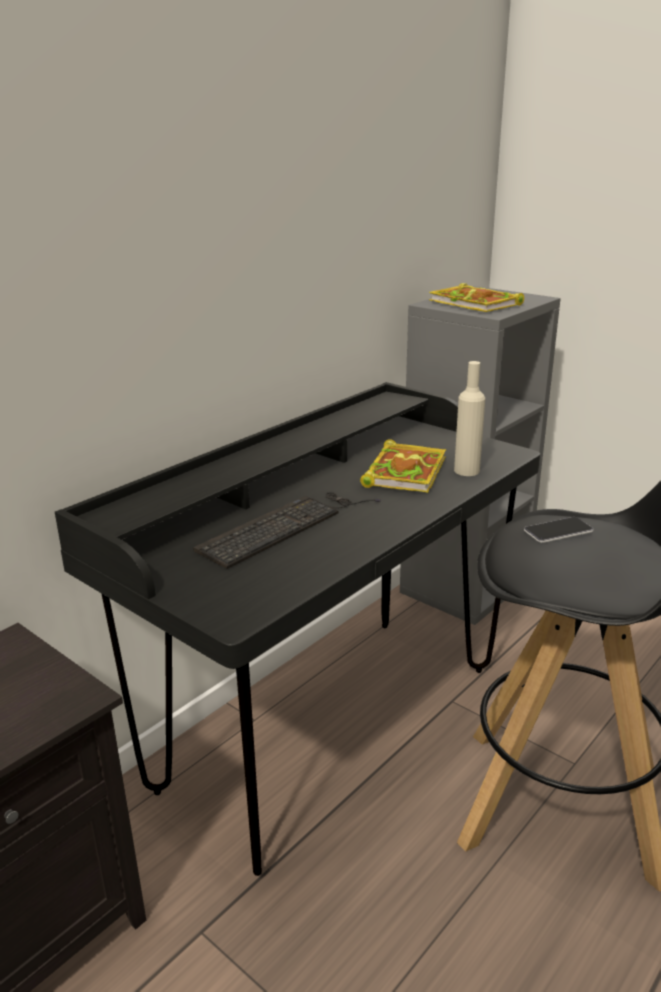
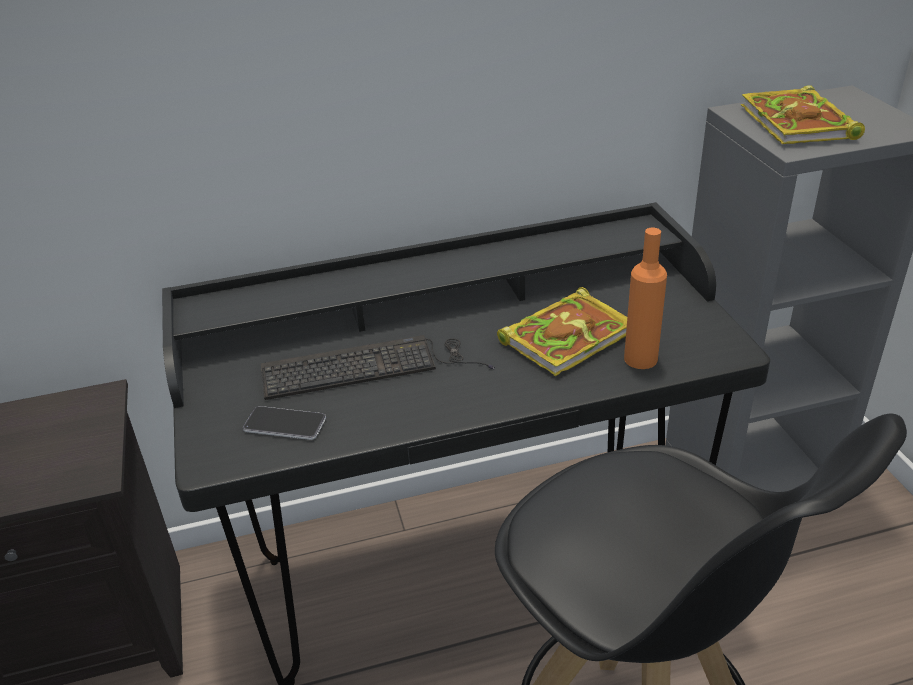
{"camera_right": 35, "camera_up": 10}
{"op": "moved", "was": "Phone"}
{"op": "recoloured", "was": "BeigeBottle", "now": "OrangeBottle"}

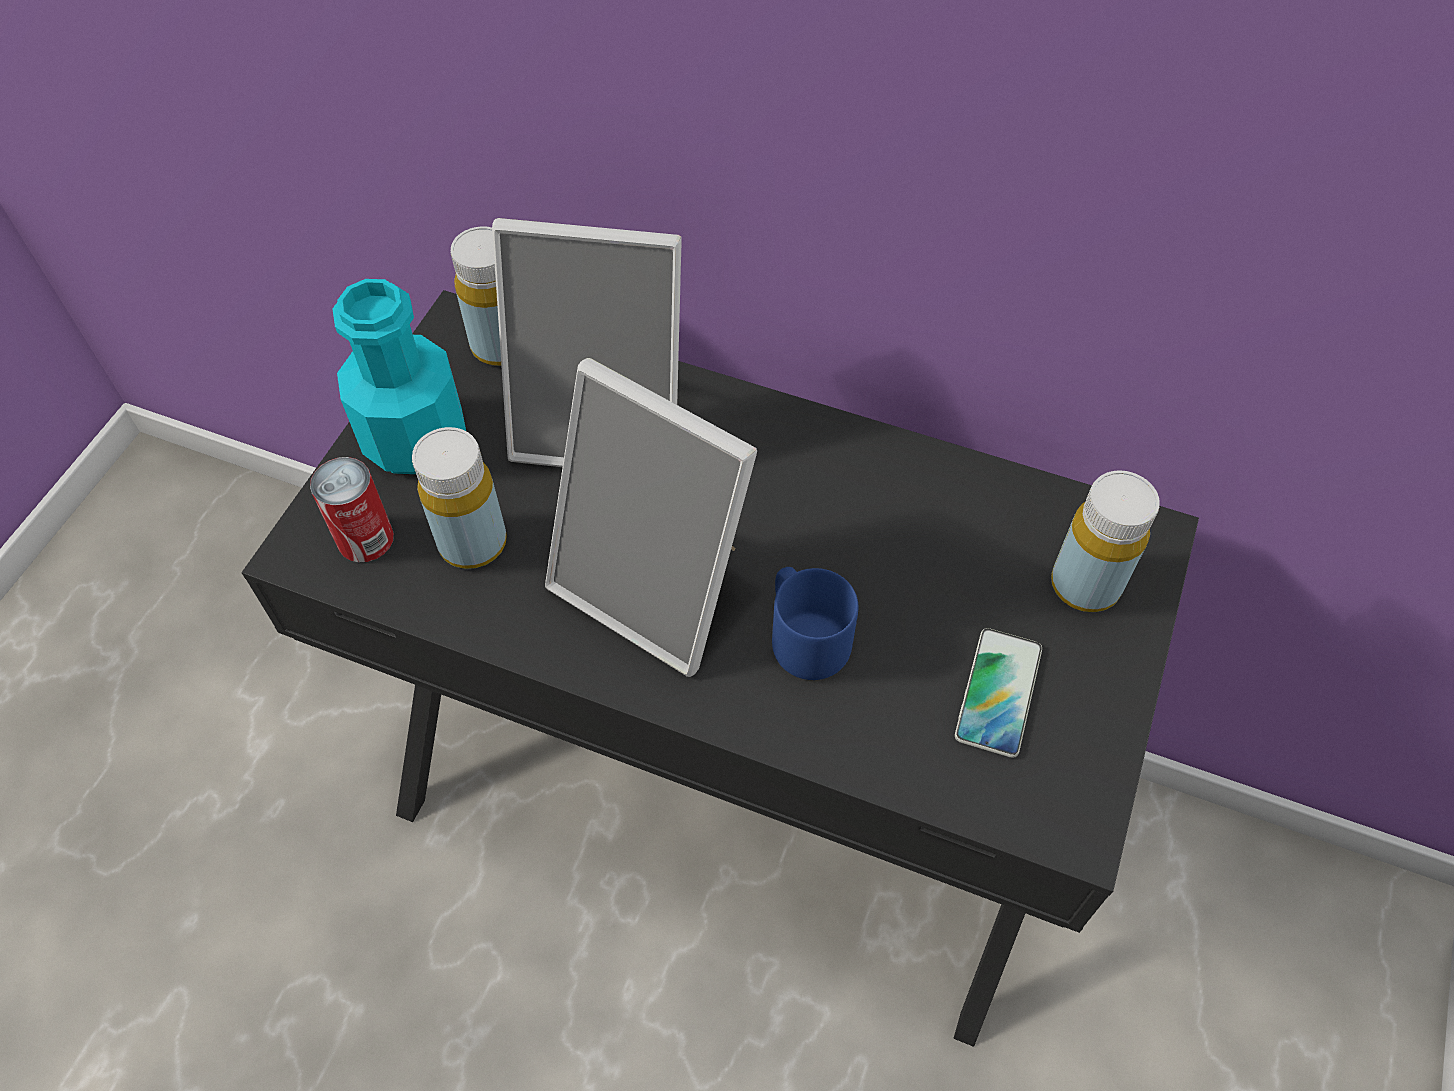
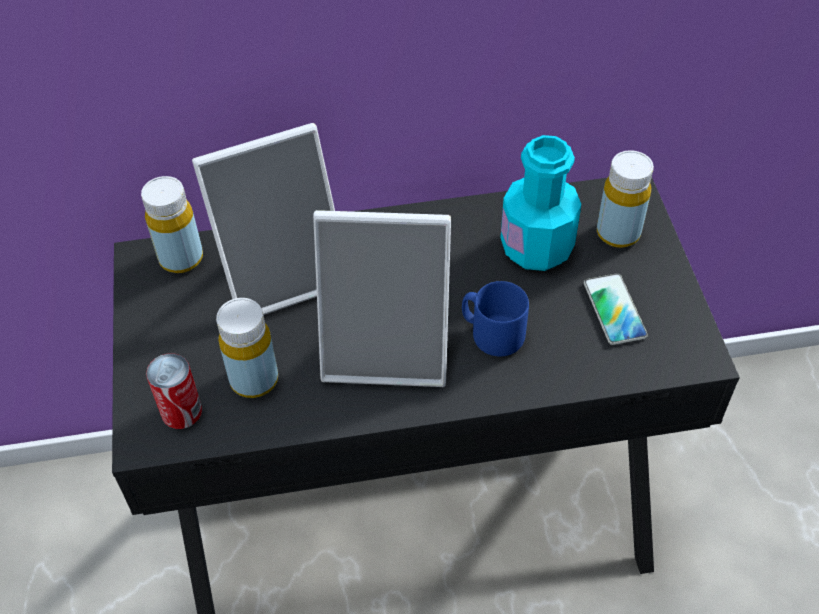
{"camera_right": -30, "camera_up": -5}
{"op": "moved", "was": "TurquoiseBottle"}

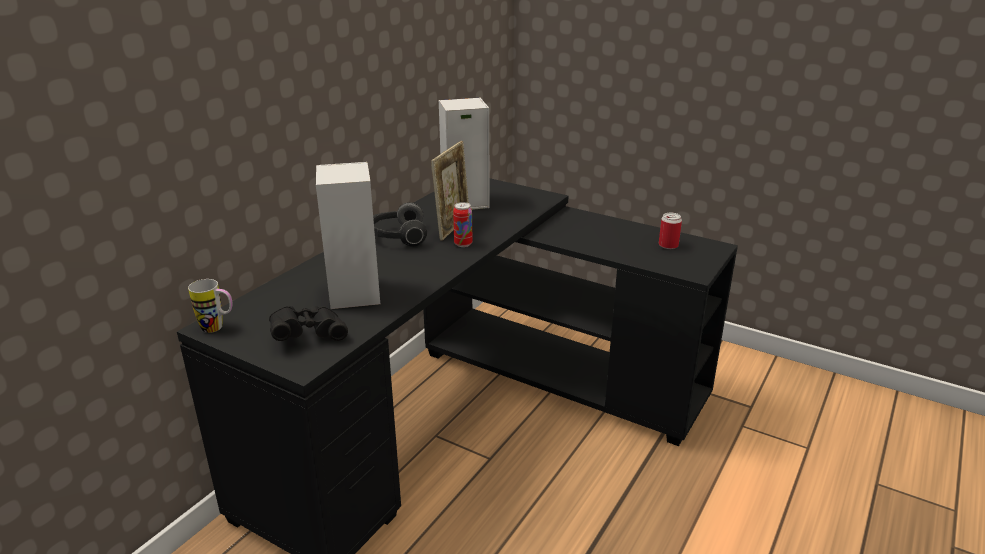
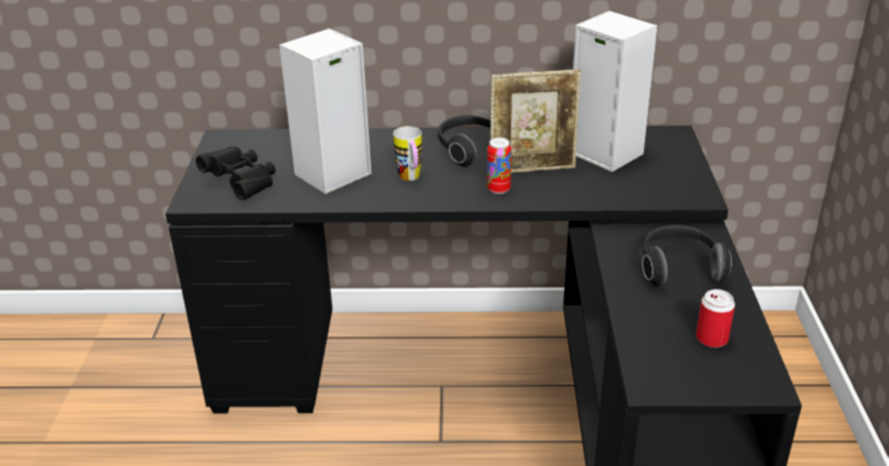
{"camera_right": 60, "camera_up": 5}
{"op": "added", "now": "Headphones (2nd from left)"}
{"op": "moved", "was": "Mug"}

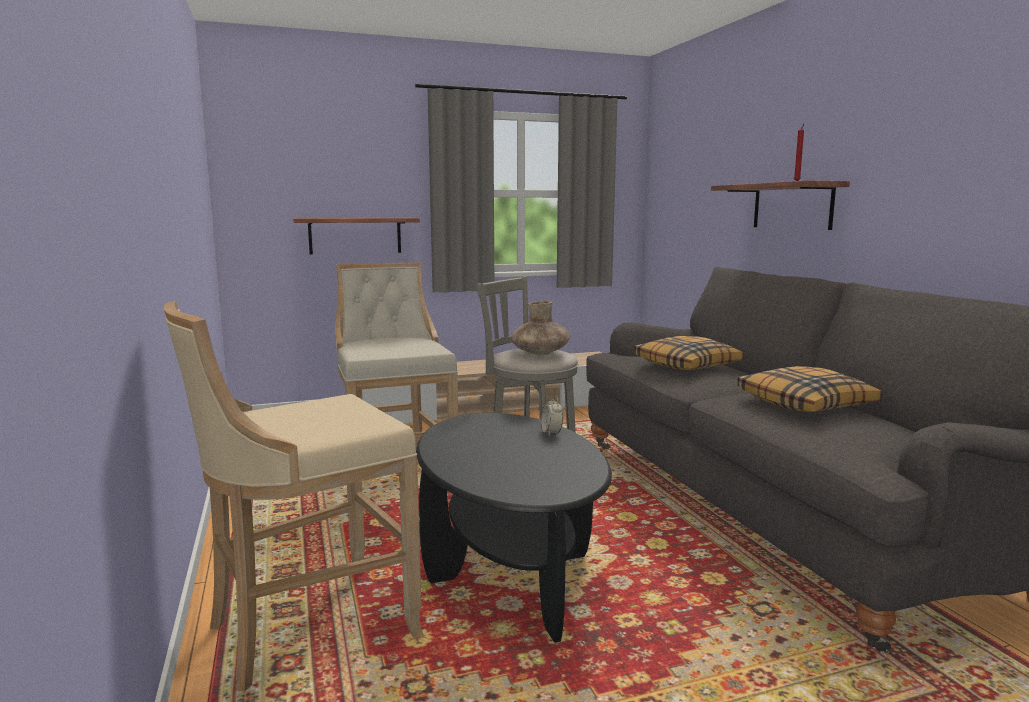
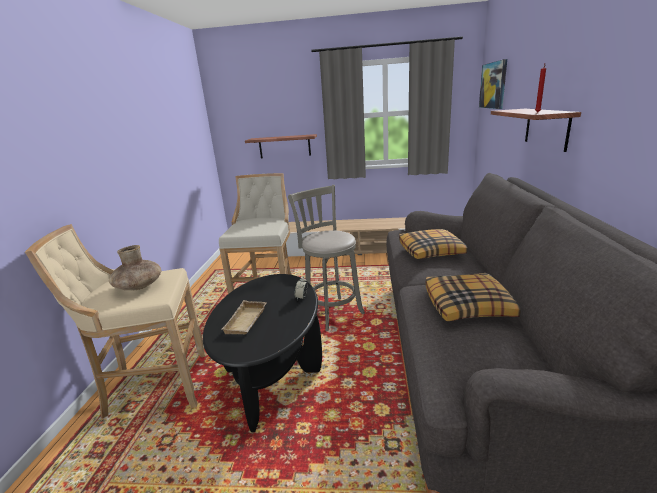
{"camera_right": 25, "camera_up": 10}
{"op": "added", "now": "BeigeTray"}
{"op": "added", "now": "Picture"}
{"op": "moved", "was": "BrownVase"}

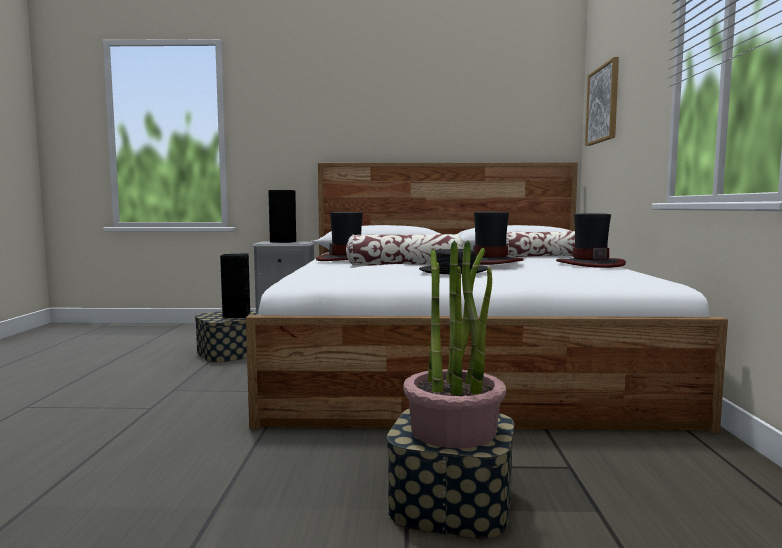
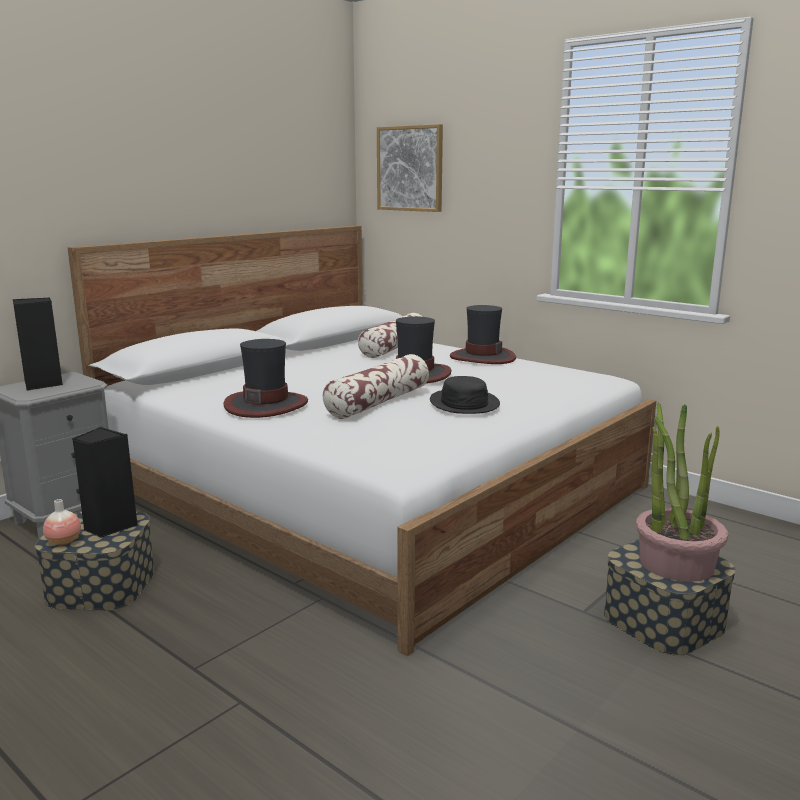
{"camera_right": -50, "camera_up": 10}
{"op": "added", "now": "Vase"}

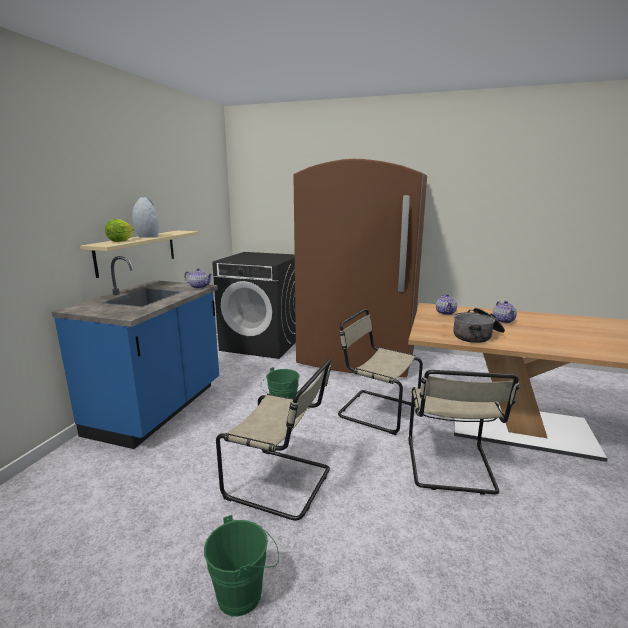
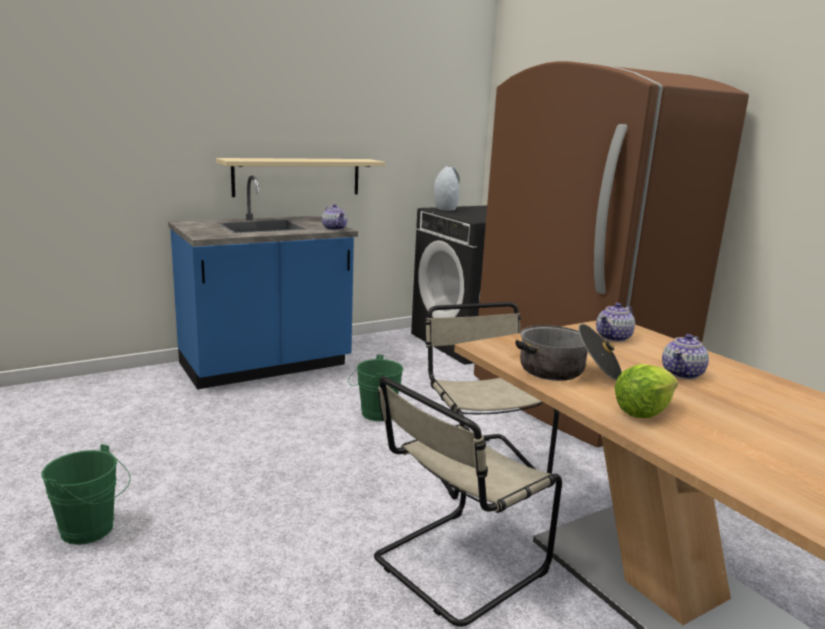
{"camera_right": 40, "camera_up": 0}
{"op": "removed", "was": "BeigeChair (1st from left)"}
{"op": "moved", "was": "Lettuce"}
{"op": "moved", "was": "GreyVase"}

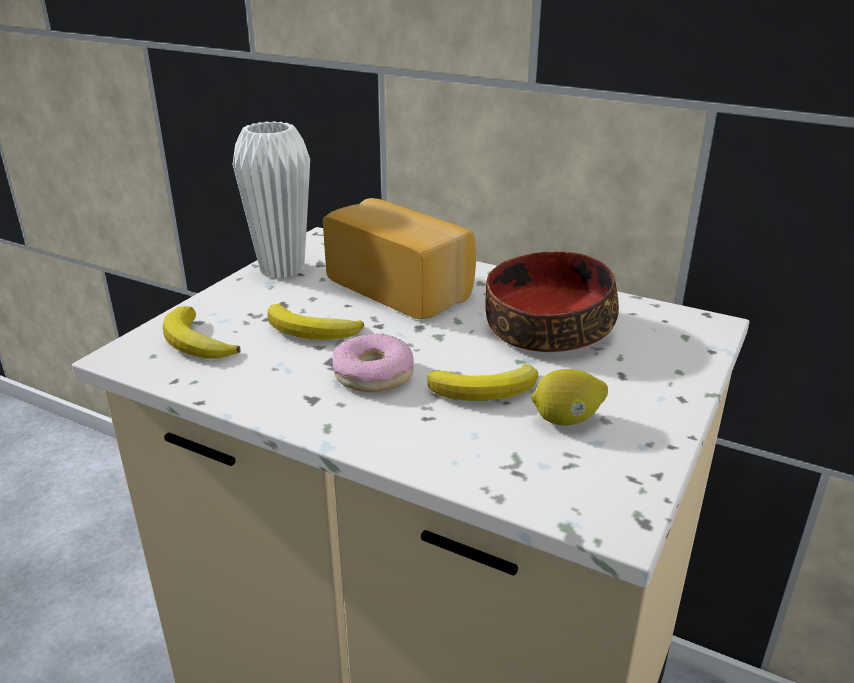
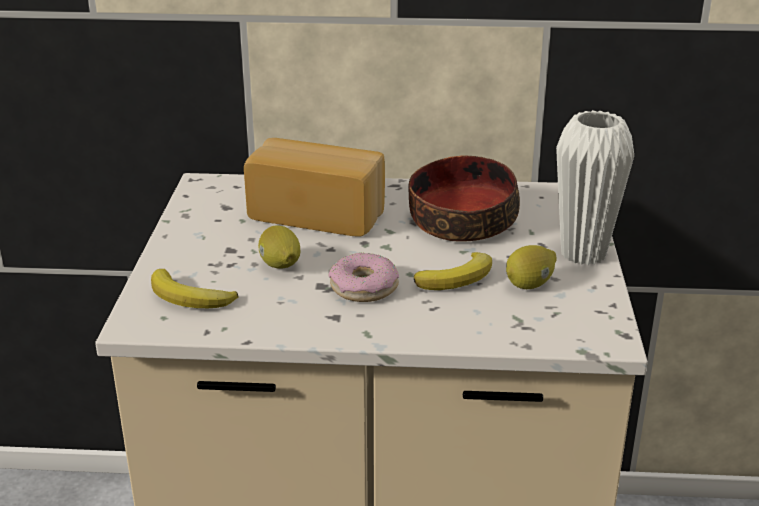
{"camera_right": -25, "camera_up": 0}
{"op": "moved", "was": "WhiteVase"}
{"op": "replaced", "was": "Banana (2nd from left)", "now": "Lemon (1st from left)"}

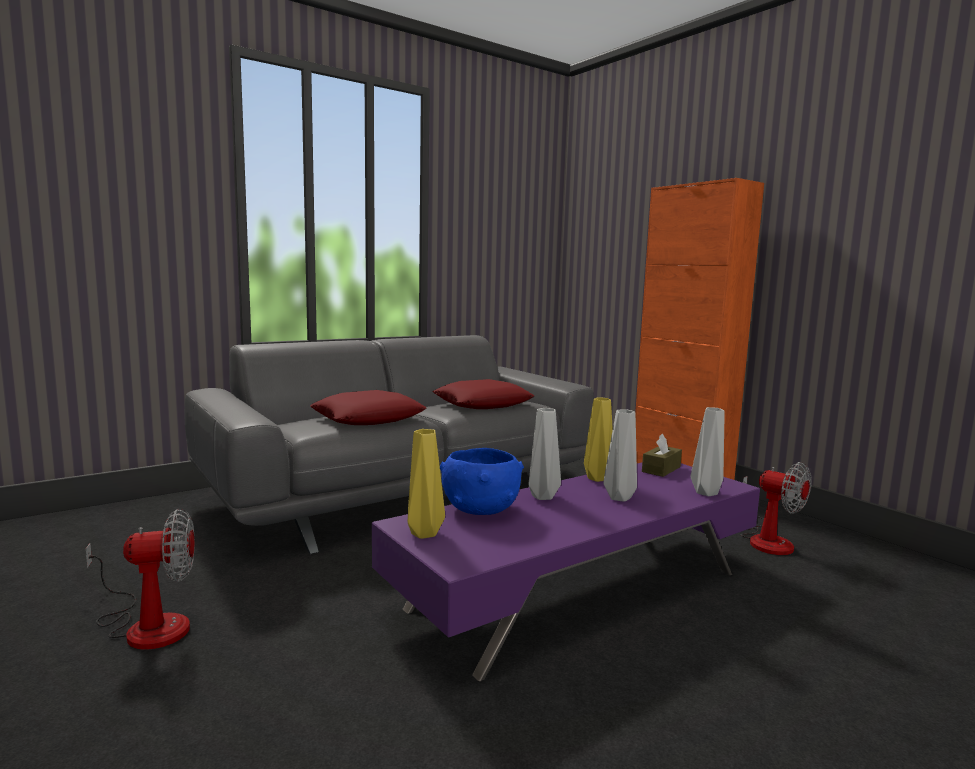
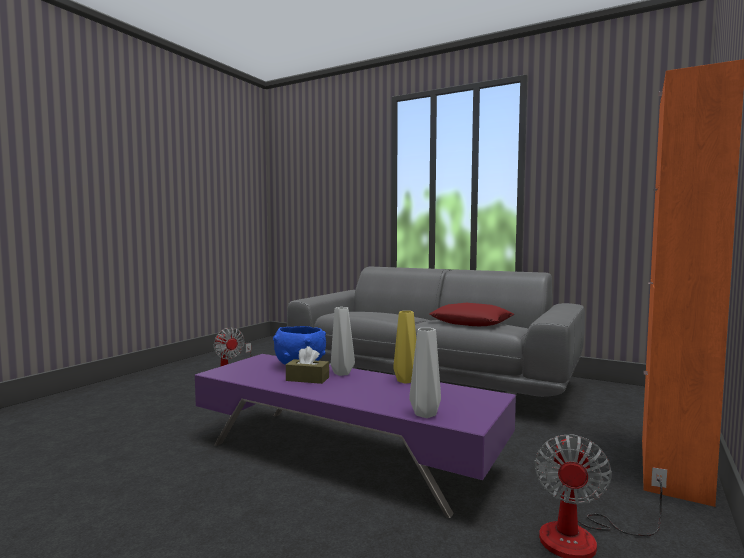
{"camera_right": 65, "camera_up": -5}
{"op": "removed", "was": "RedPillow (1st from left)"}
{"op": "removed", "was": "YellowVase (1st from left)"}
{"op": "removed", "was": "GreyVase (2nd from left)"}
{"op": "moved", "was": "BrownTissueBox"}

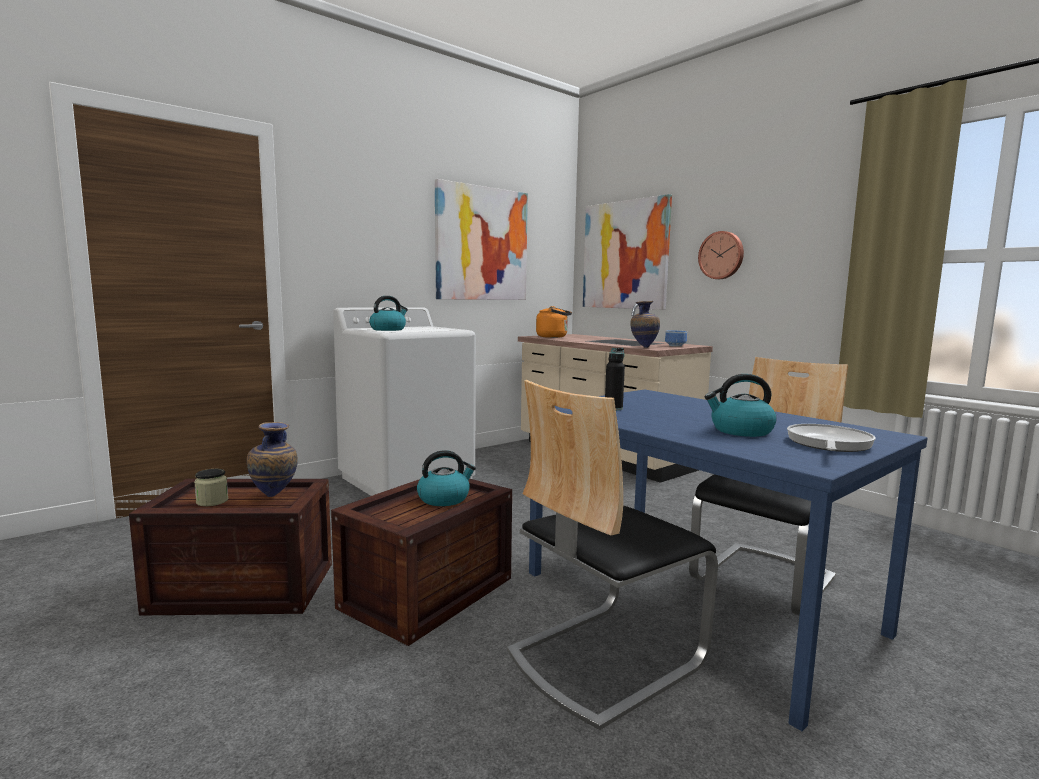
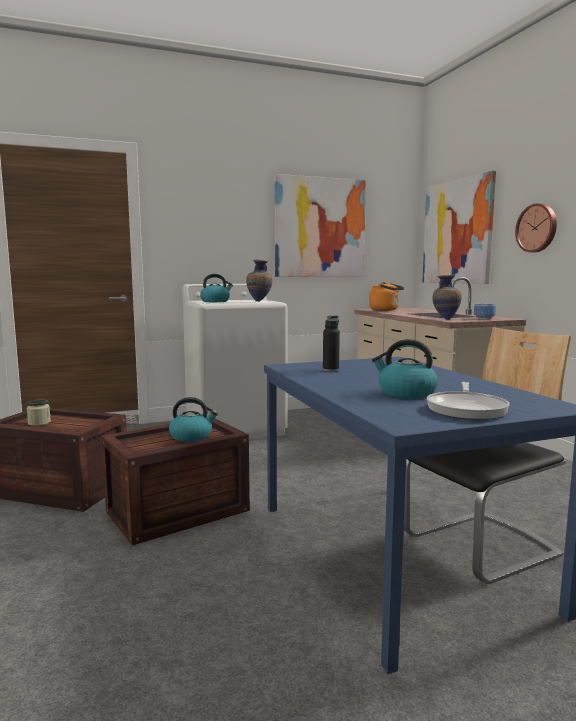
{"camera_right": 20, "camera_up": 0}
{"op": "removed", "was": "Chair (1st from left)"}
{"op": "moved", "was": "Vase (1st from left)"}
{"op": "turned", "was": "FryingPan", "clockwise": 150}

